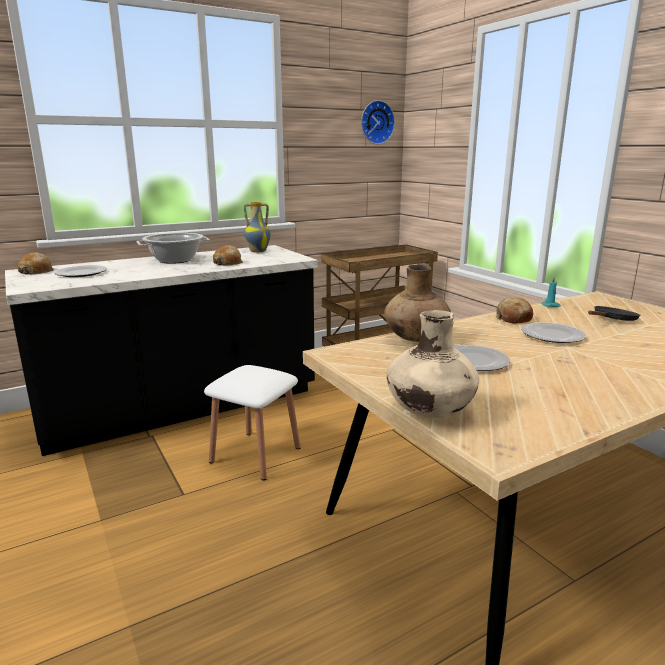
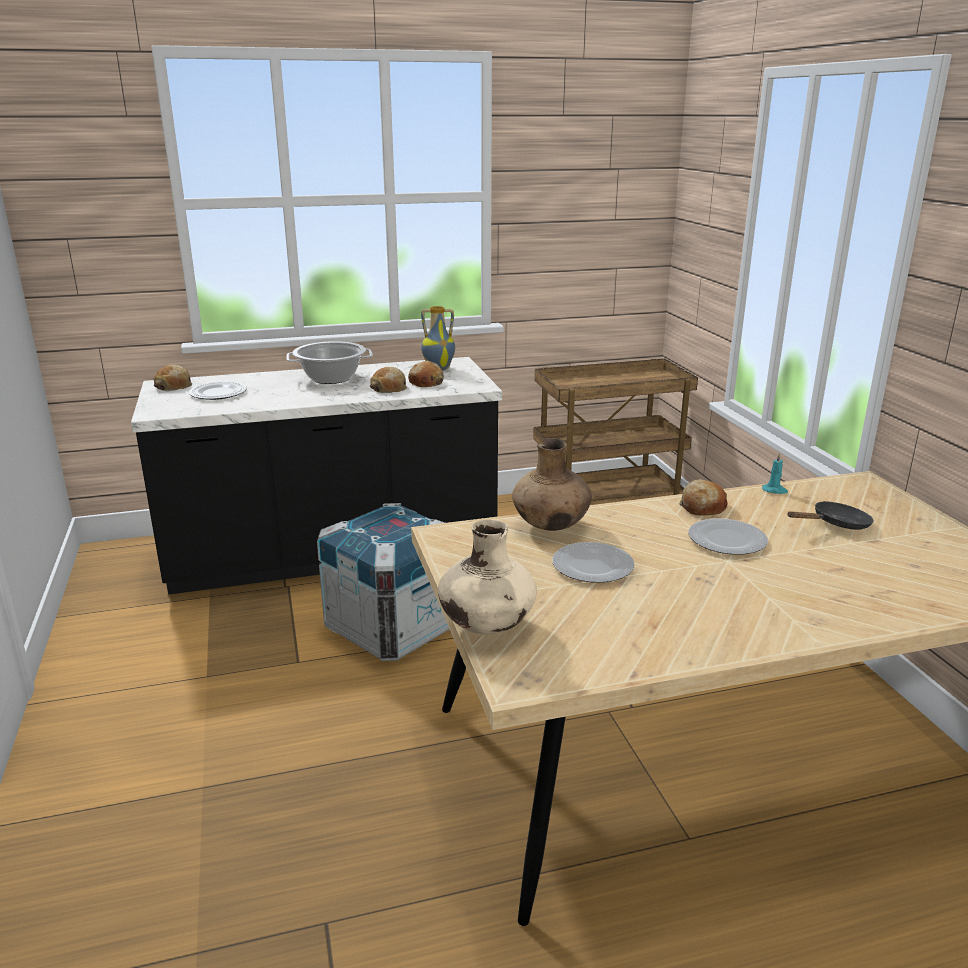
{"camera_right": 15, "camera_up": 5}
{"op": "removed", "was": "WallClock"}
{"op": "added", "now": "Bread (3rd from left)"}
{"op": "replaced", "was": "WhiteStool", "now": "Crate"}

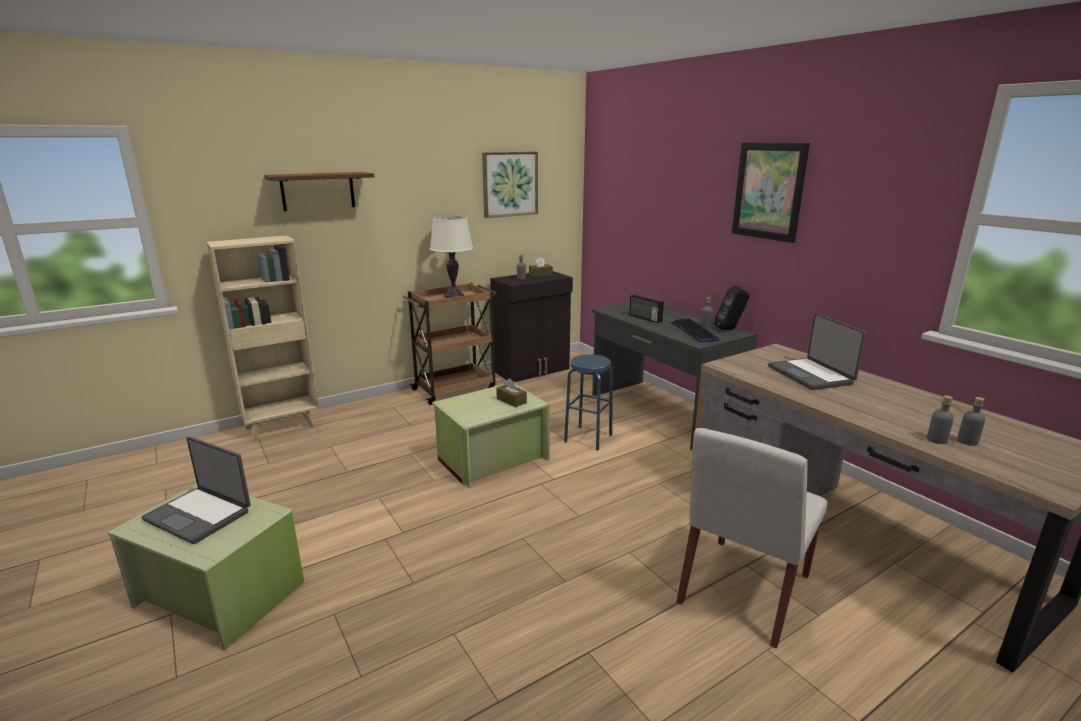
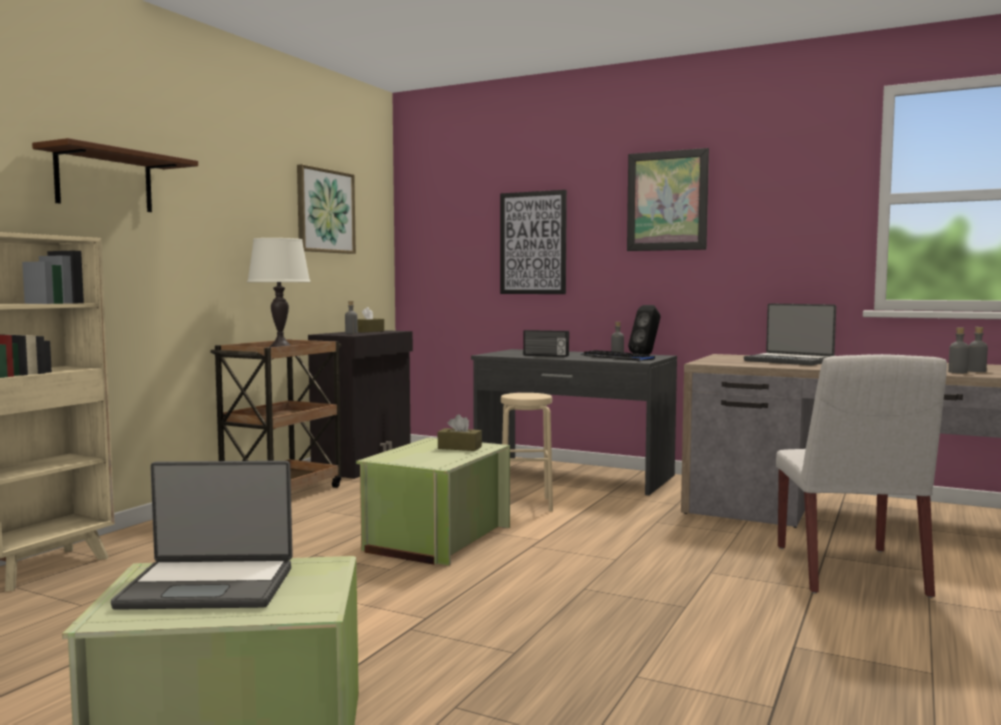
{"camera_right": -30, "camera_up": -15}
{"op": "added", "now": "Picture (2nd from left)"}
{"op": "recoloured", "was": "BlueStool", "now": "BeigeStool"}

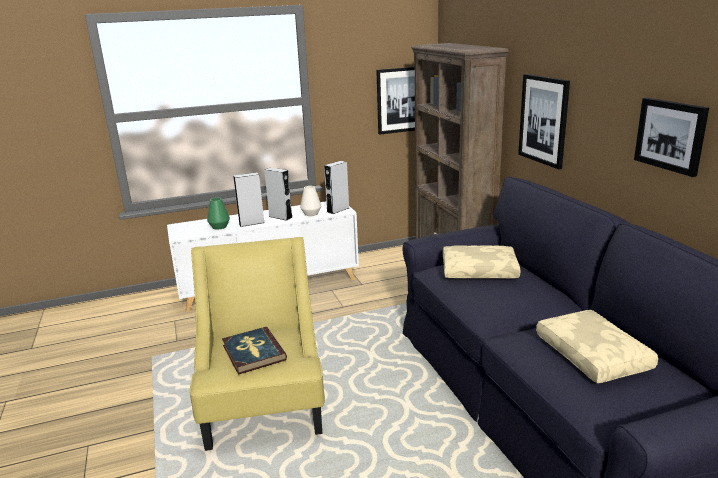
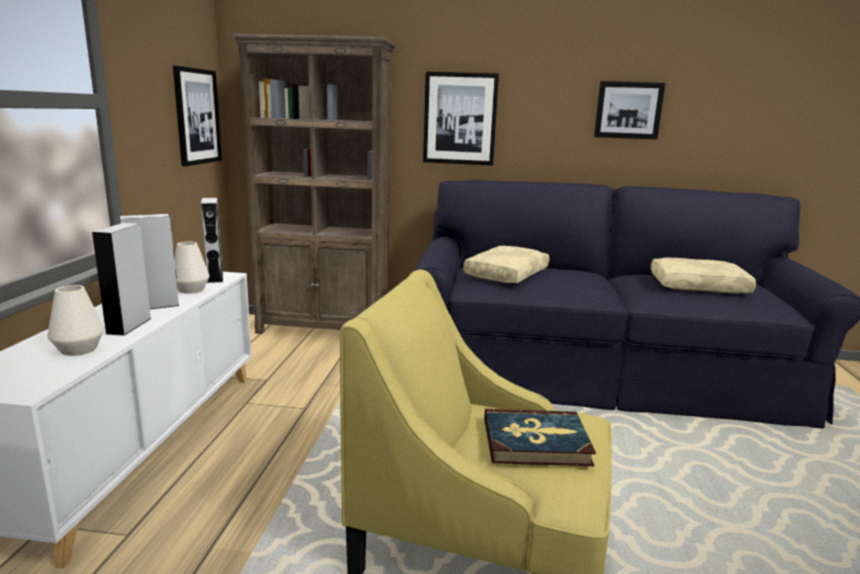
{"camera_right": -65, "camera_up": -5}
{"op": "recoloured", "was": "GreenVase", "now": "WhiteVase (1st from left)"}

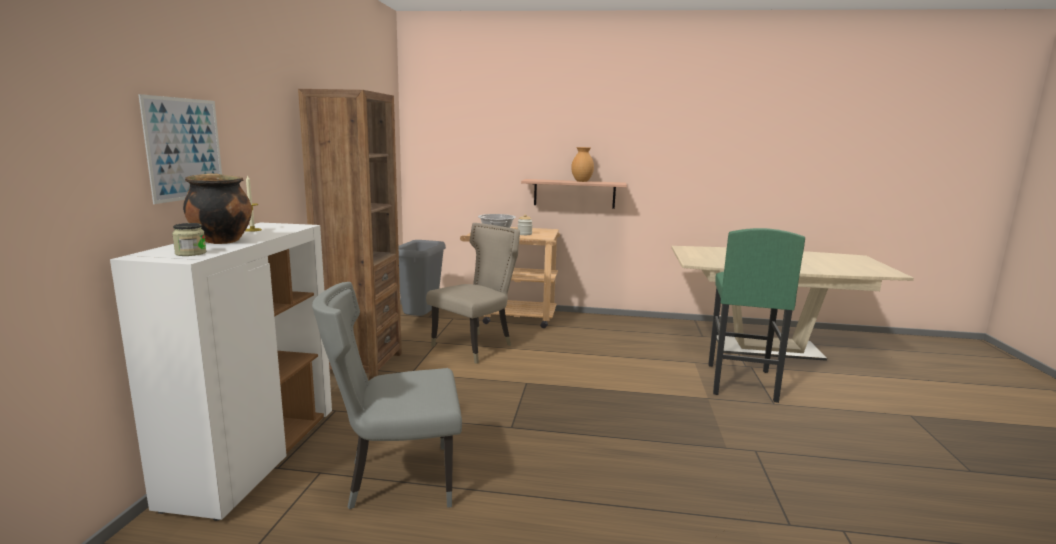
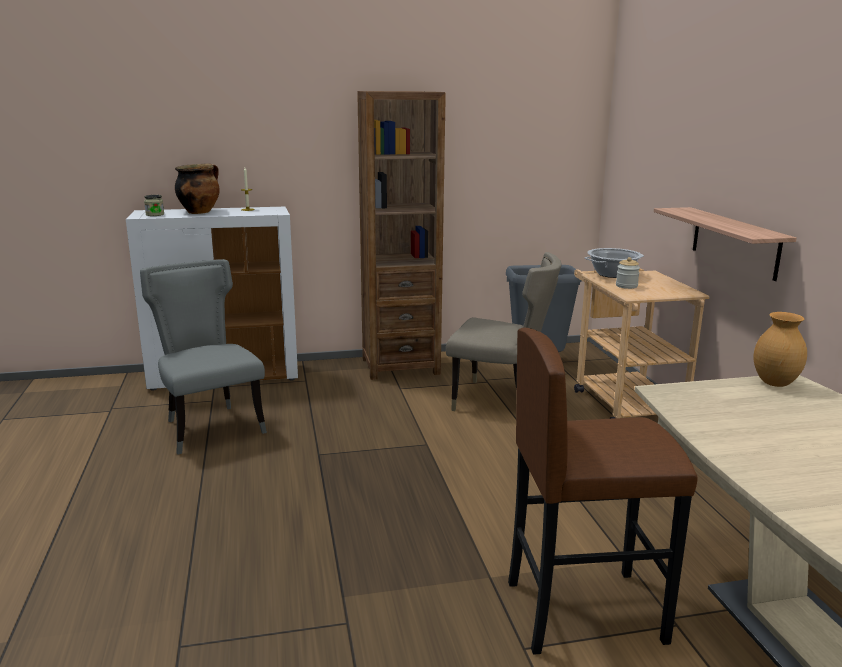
{"camera_right": 70, "camera_up": 5}
{"op": "removed", "was": "Picture"}
{"op": "moved", "was": "BrownVase"}
{"op": "recoloured", "was": "GreenStool", "now": "BrownStool"}

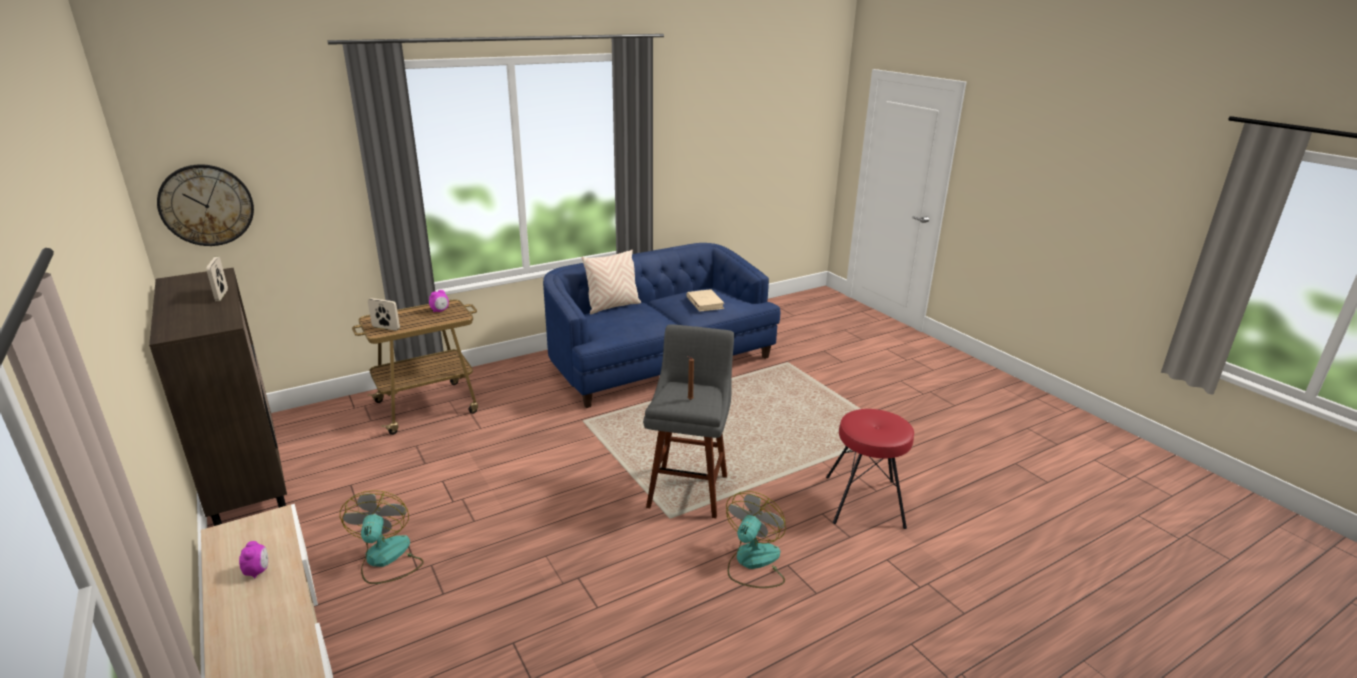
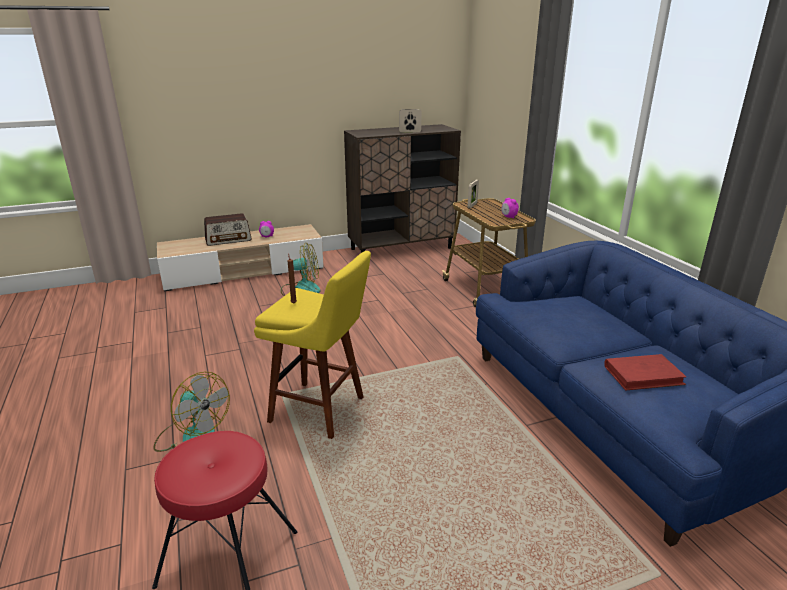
{"camera_right": 100, "camera_up": 0}
{"op": "removed", "was": "WallClock"}
{"op": "removed", "was": "BeigePillow"}
{"op": "added", "now": "Radio"}
{"op": "recoloured", "was": "GreyStool", "now": "YellowStool"}
{"op": "recoloured", "was": "BeigeBook", "now": "RedBook"}

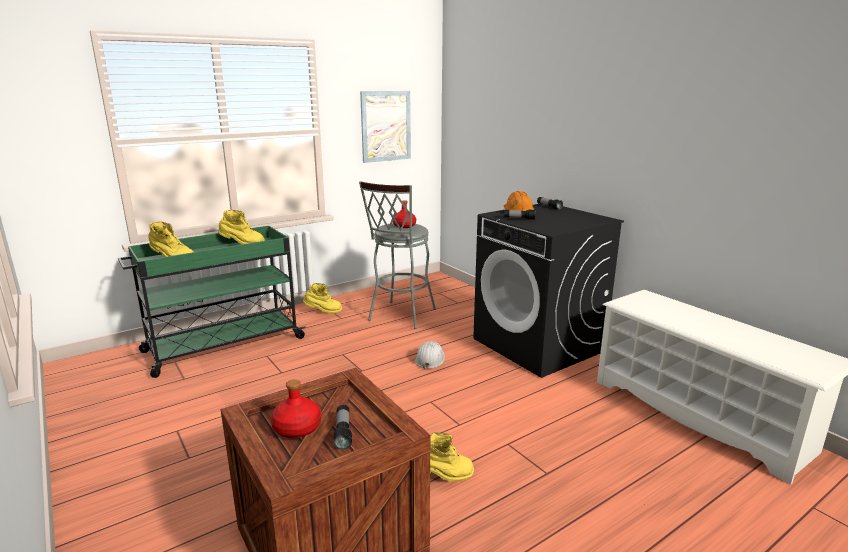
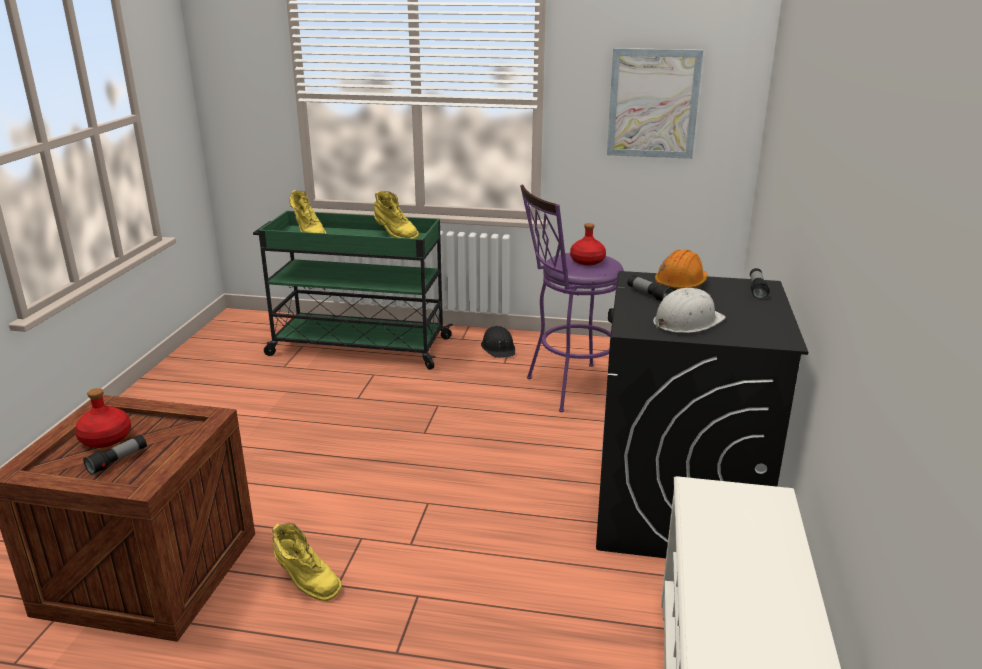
{"camera_right": 45, "camera_up": 5}
{"op": "moved", "was": "WhiteHardHat"}
{"op": "replaced", "was": "YellowBoot (3rd from left)", "now": "BlackHardHat"}
{"op": "recoloured", "was": "GreyStool", "now": "PurpleStool"}

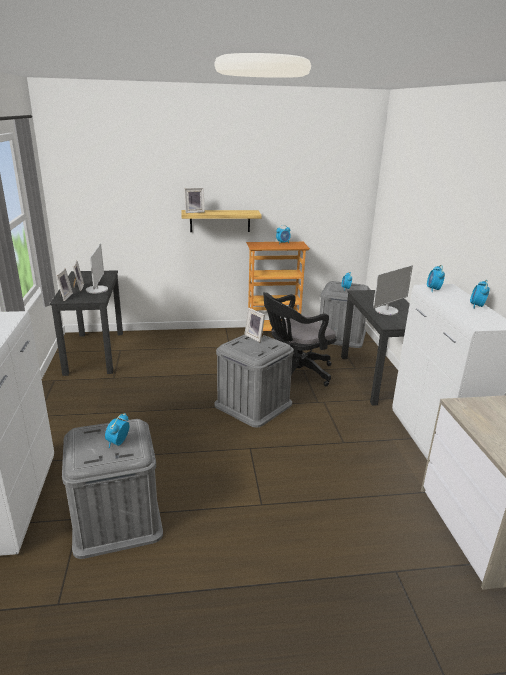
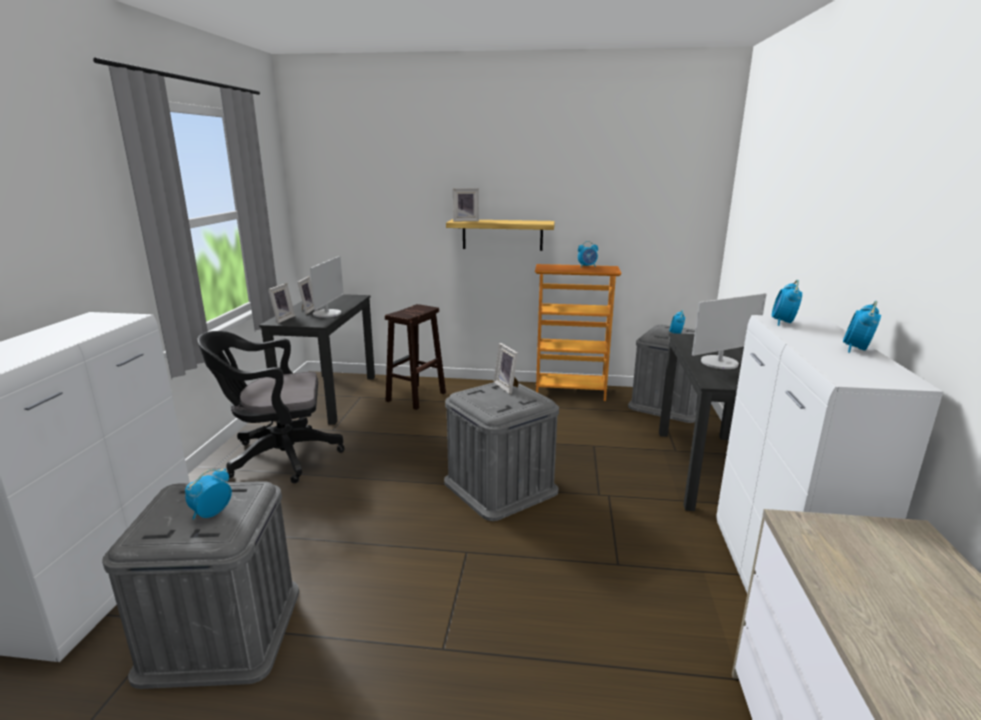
{"camera_right": 15, "camera_up": -5}
{"op": "added", "now": "BrownStool"}
{"op": "moved", "was": "BlackOfficeChair"}

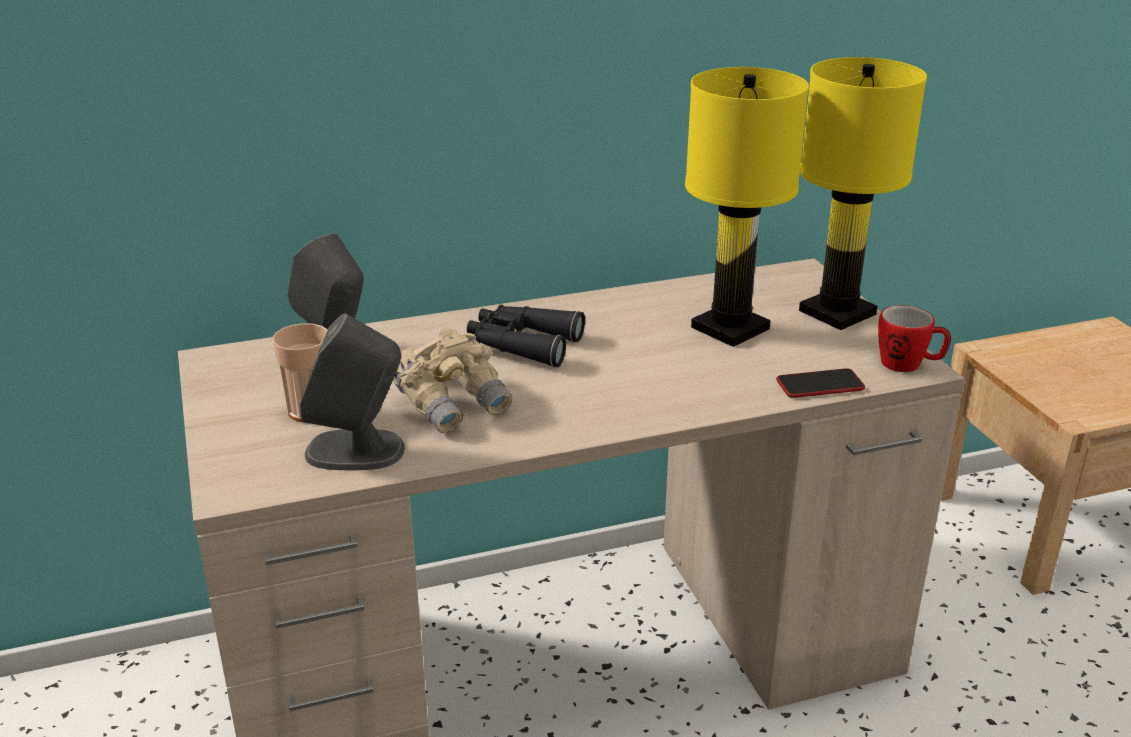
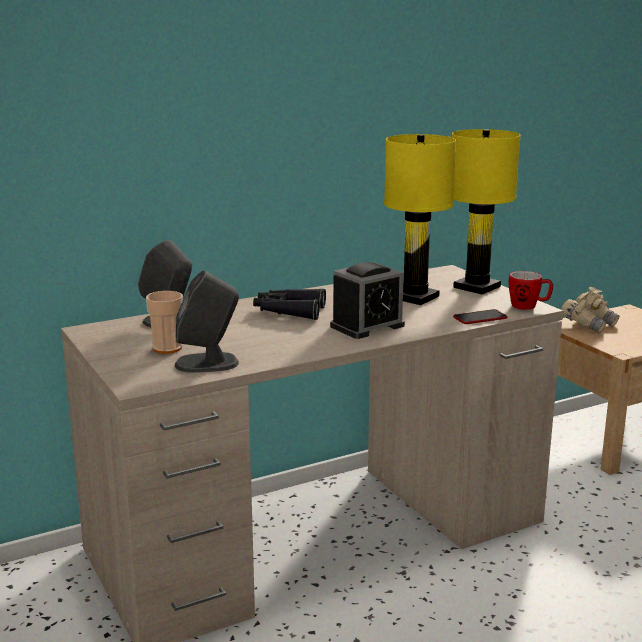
{"camera_right": -10, "camera_up": -10}
{"op": "added", "now": "AlarmClock"}
{"op": "moved", "was": "BeigeBinoculars"}

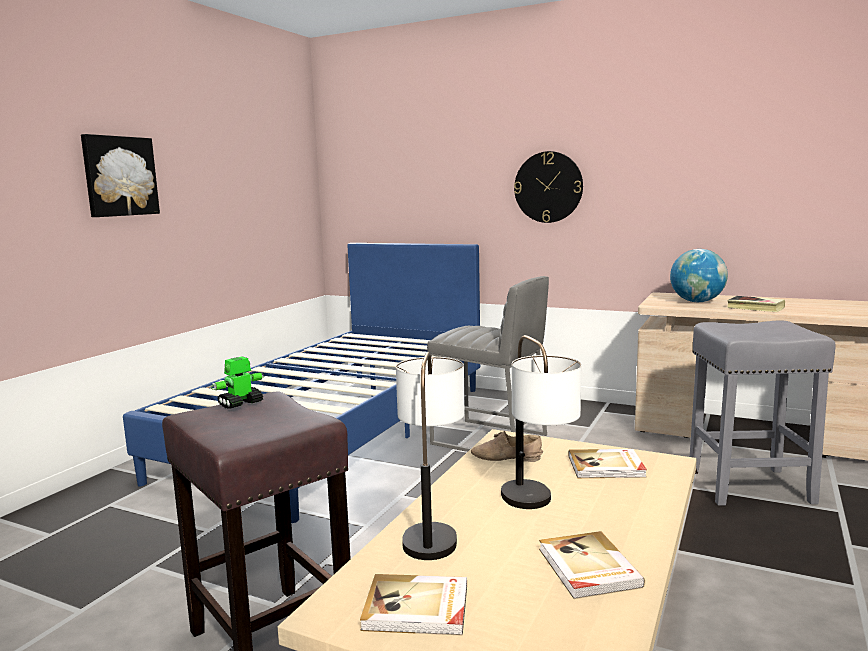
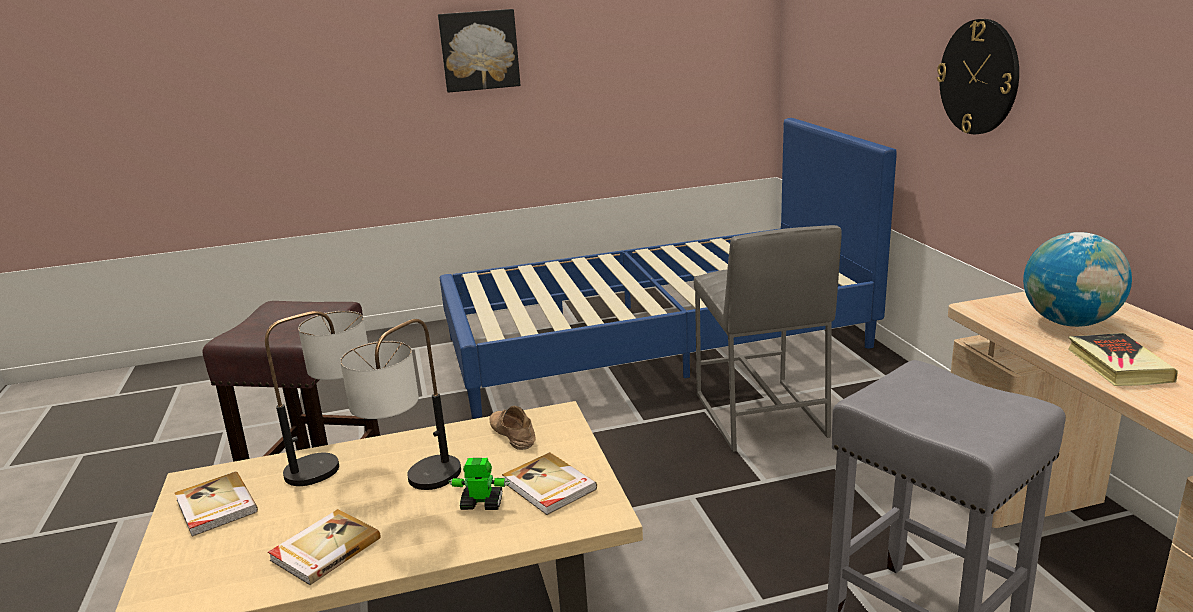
{"camera_right": 50, "camera_up": 10}
{"op": "moved", "was": "ToyRobot"}

